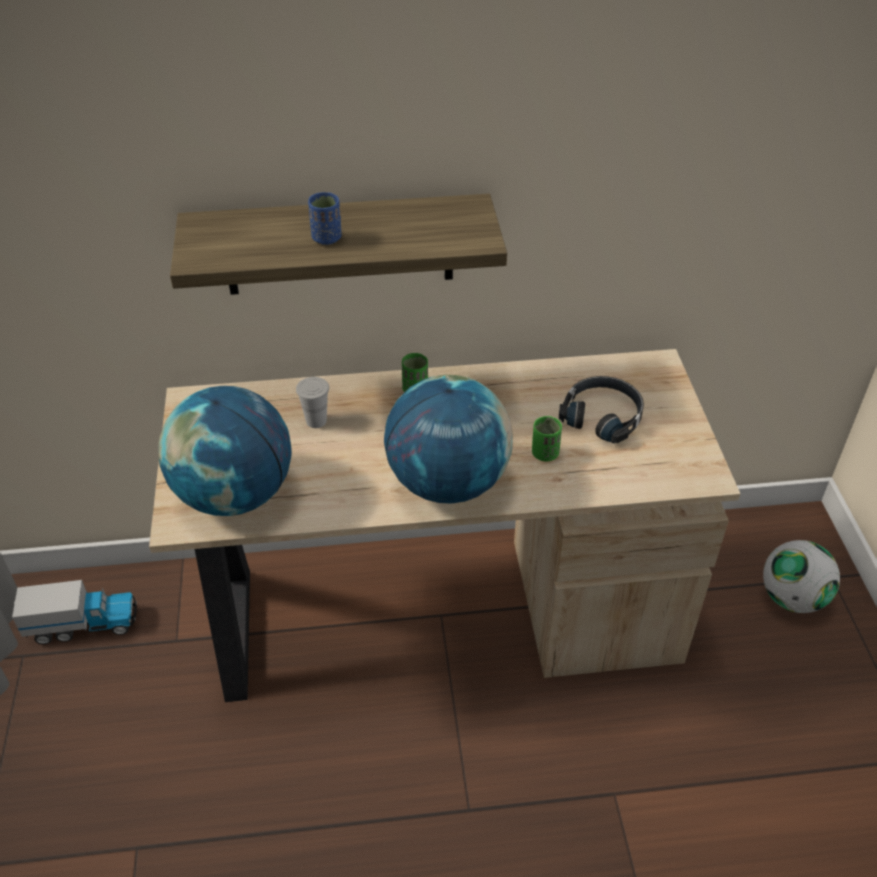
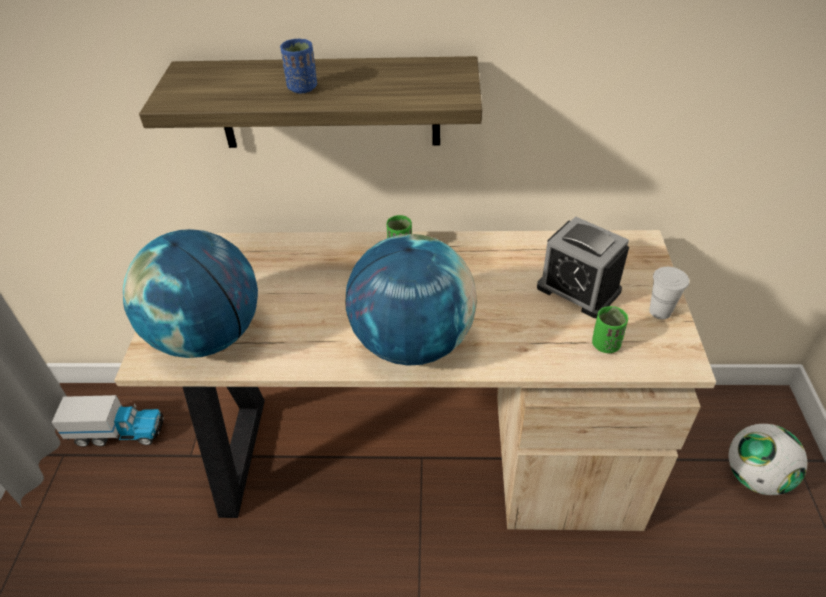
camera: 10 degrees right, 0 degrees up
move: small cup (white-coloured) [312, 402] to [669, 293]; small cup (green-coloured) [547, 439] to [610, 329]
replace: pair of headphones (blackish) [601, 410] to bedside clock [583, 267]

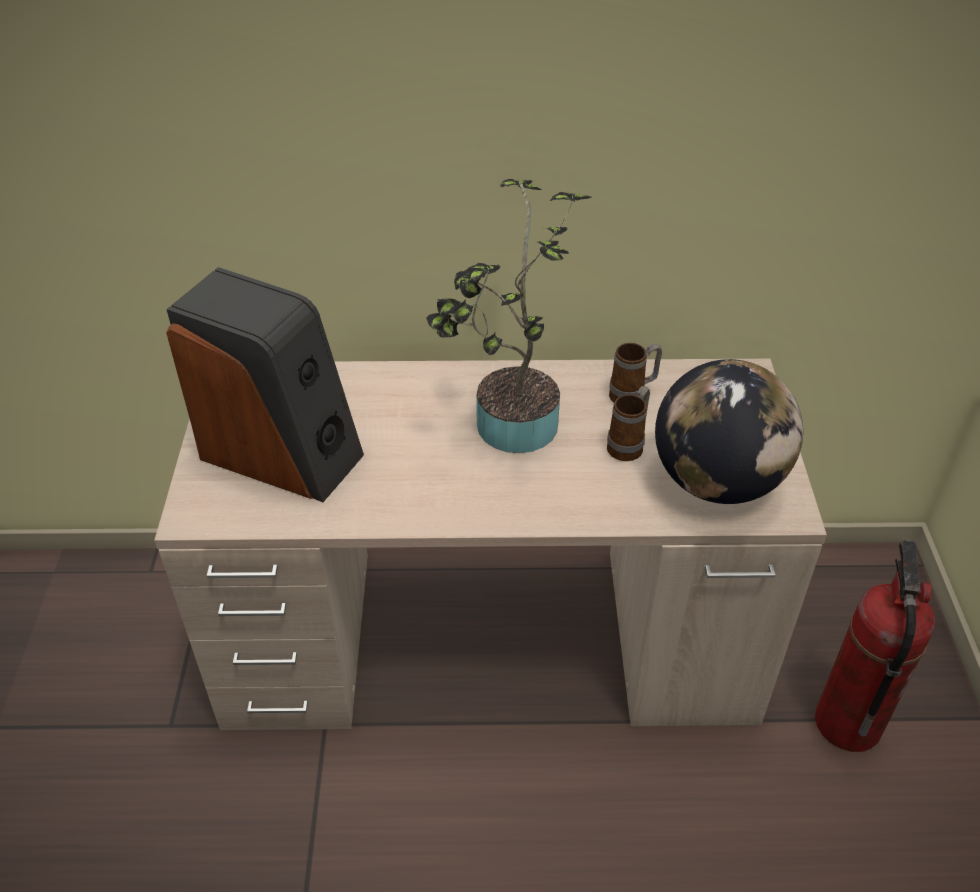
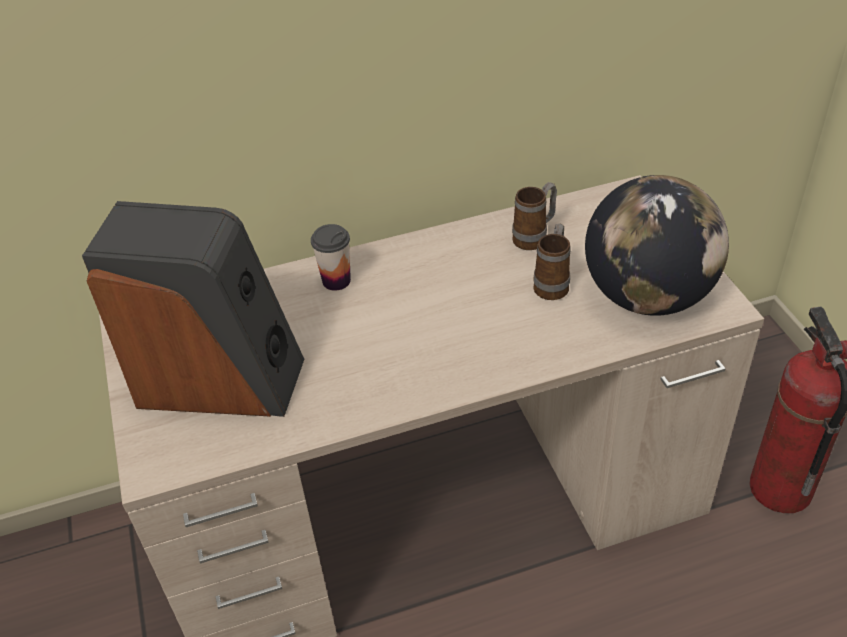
camera: 15 degrees left, 0 degrees up
delete: potted plant [509, 316]
insert: small cup [331, 257]

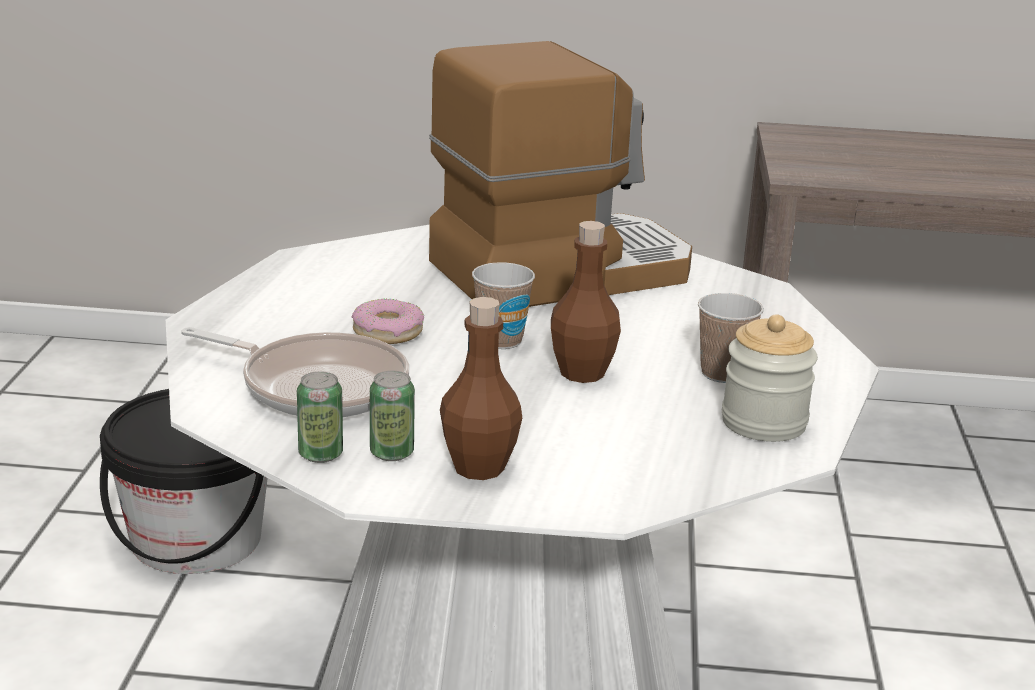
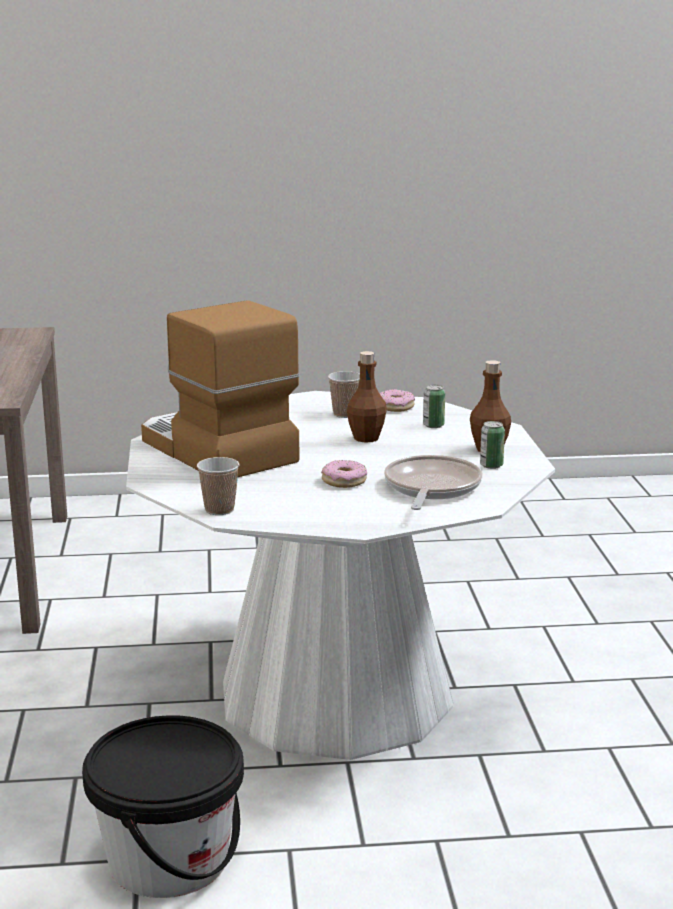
camera: 100 degrees left, 5 degrees down
move: can [320, 417] to [434, 406]; small cup [503, 305] to [218, 486]
replace: jar [770, 378] to ring doughnut [397, 400]

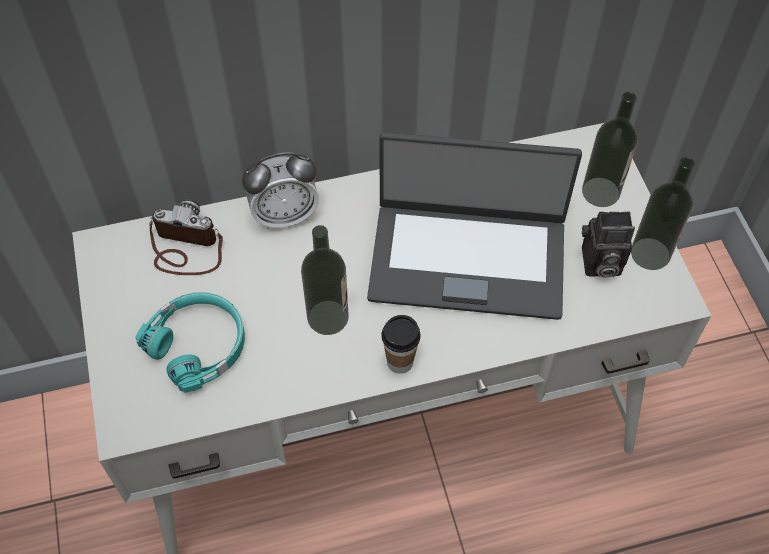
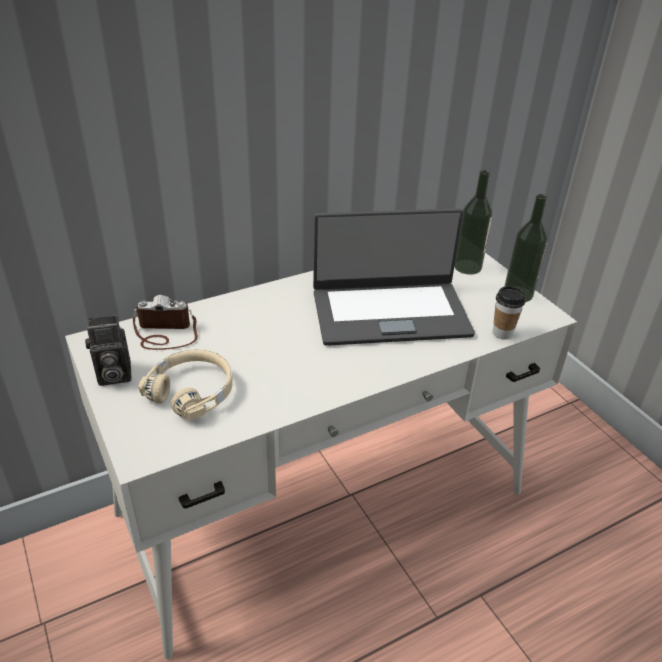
camera: 15 degrees left, 20 degrees down
delete: bedside clock [280, 191]; drink bottle [325, 280]
move: small cup [400, 344] to [509, 313]; still camera [608, 244] to [108, 350]
recolor: pair of headphones (turquoise) [190, 342] to pair of headphones (beige) [185, 384]

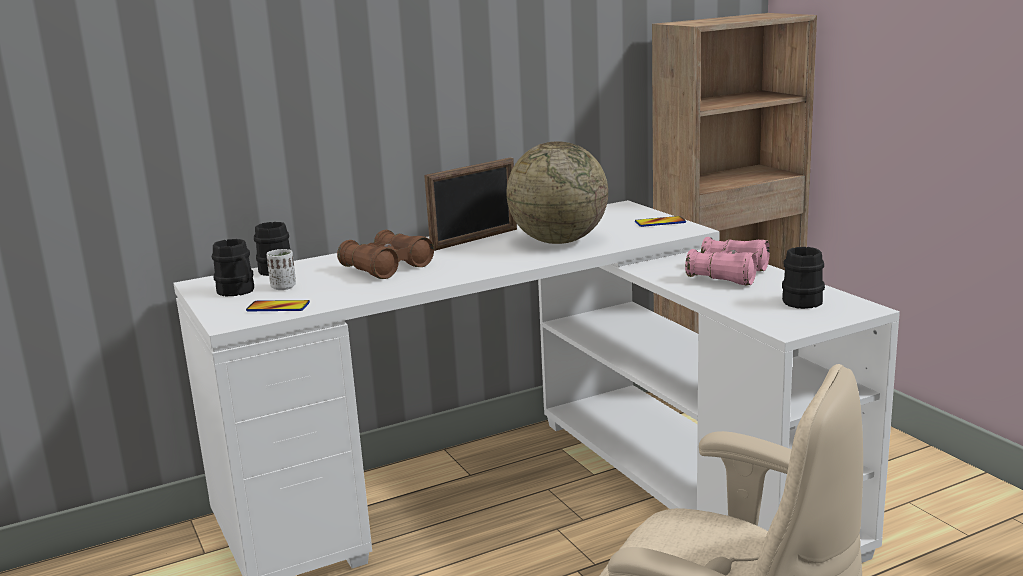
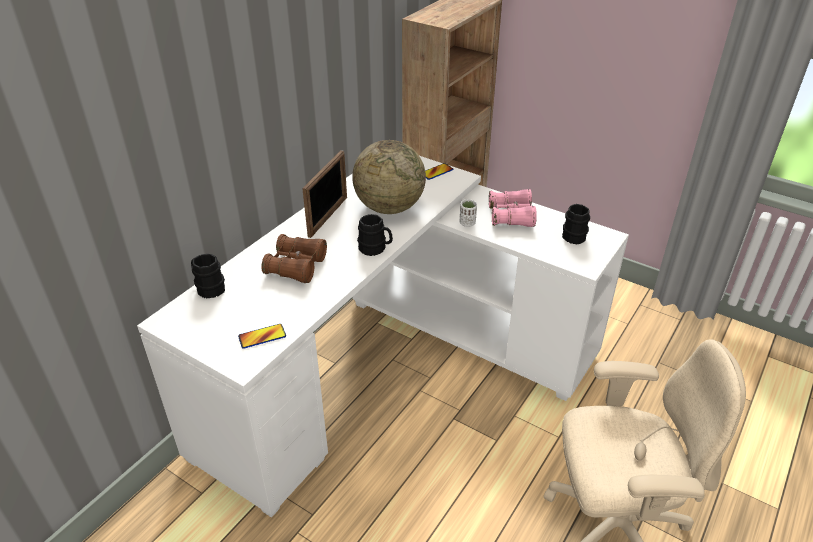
camera: 30 degrees left, 20 degrees up
move: coffee mug (blackish) [233, 267] to [375, 235]; small cup (white-coloured) [281, 269] to [468, 213]

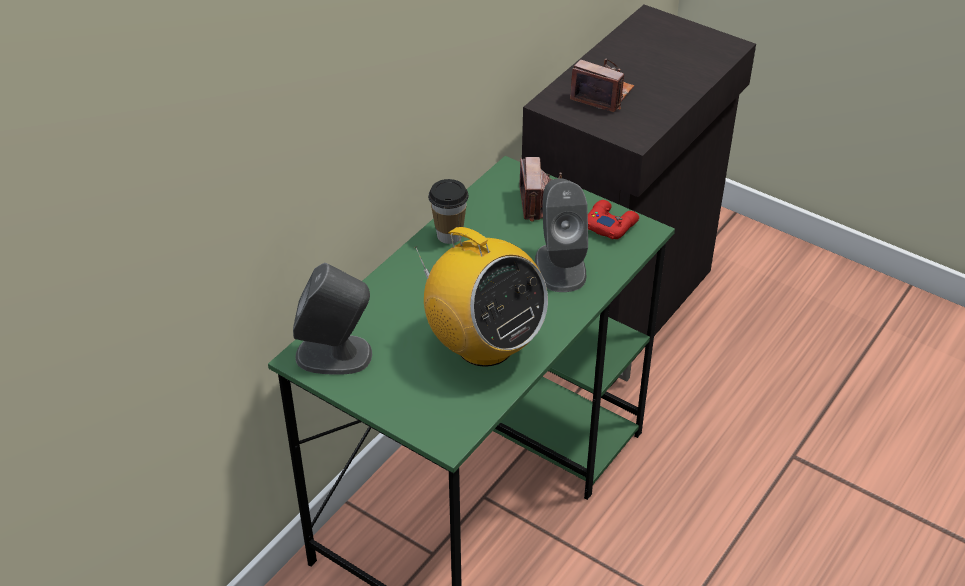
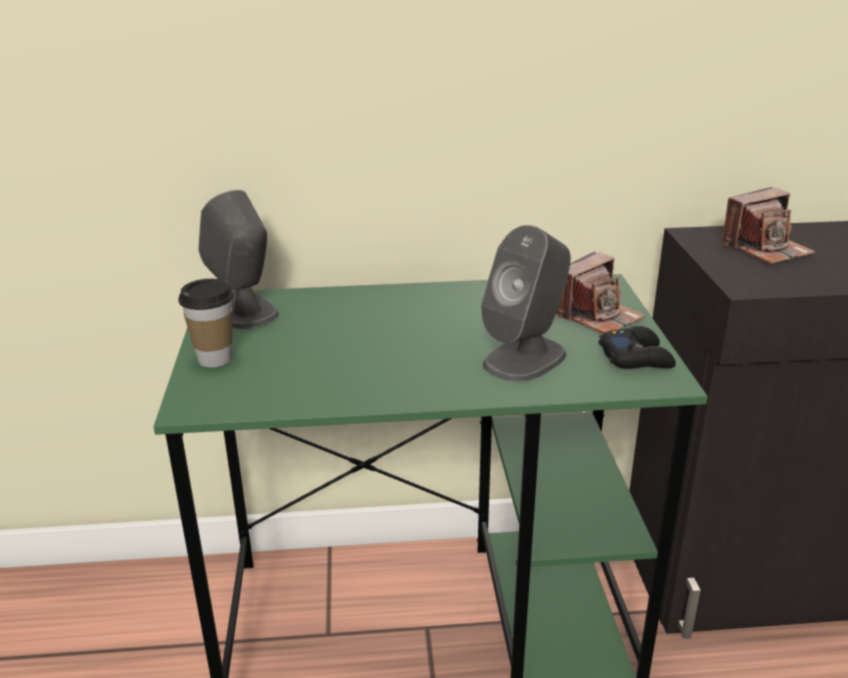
camera: 50 degrees right, 15 degrees down
delete: radio [481, 297]
move: small cup [448, 211] to [206, 323]
recolor: gamepad (reddish) [613, 219] to gamepad (blackish) [637, 347]
rotate: still camera [602, 85] = [768, 225] 75 degrees clockwise

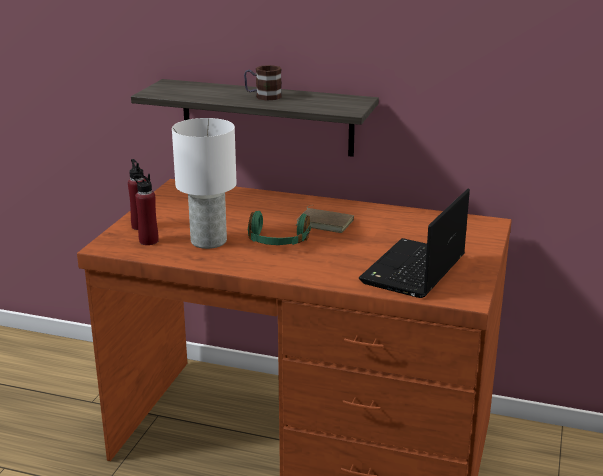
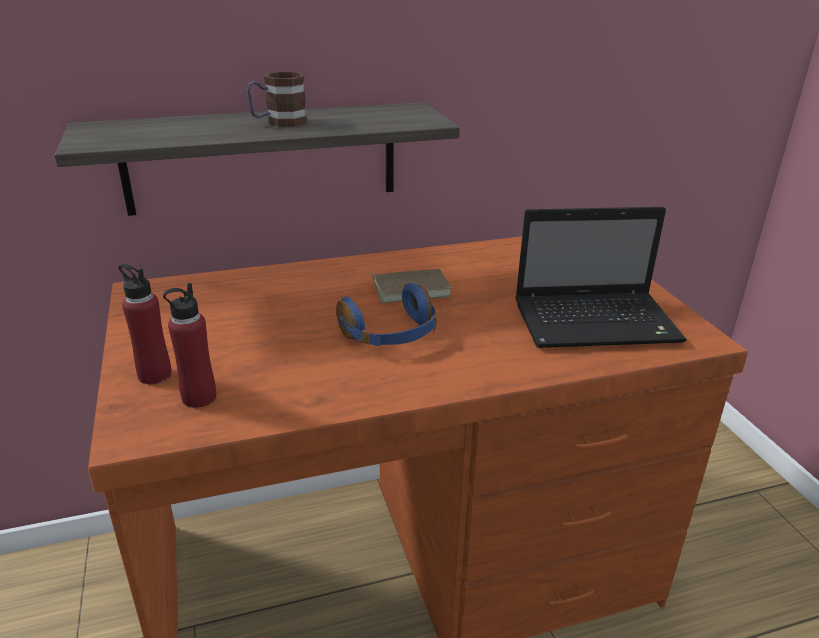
camera: 35 degrees left, 5 degrees up
delete: lamp for a table (white-coloured) [204, 183]
recolor: pair of headphones (green-coloured) [279, 228] to pair of headphones (blue) [386, 314]
rotate: notebook computer [414, 243] = [600, 277] 90 degrees counterclockwise

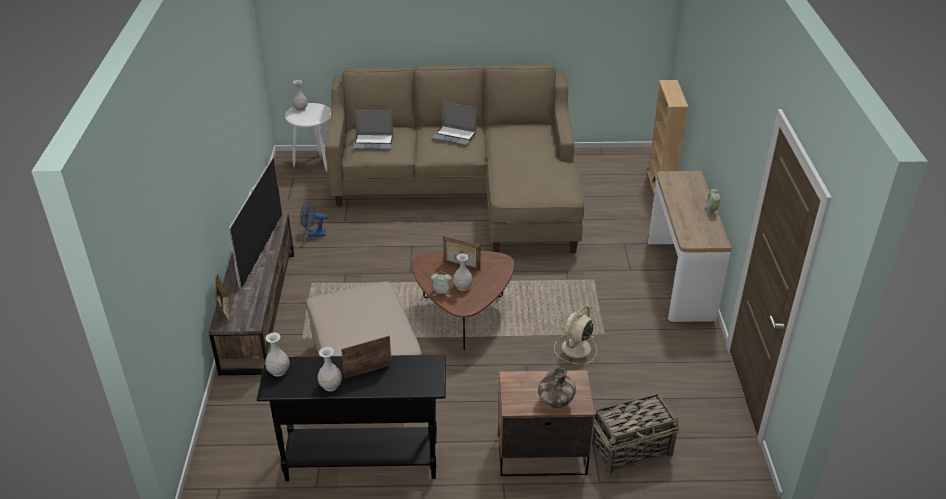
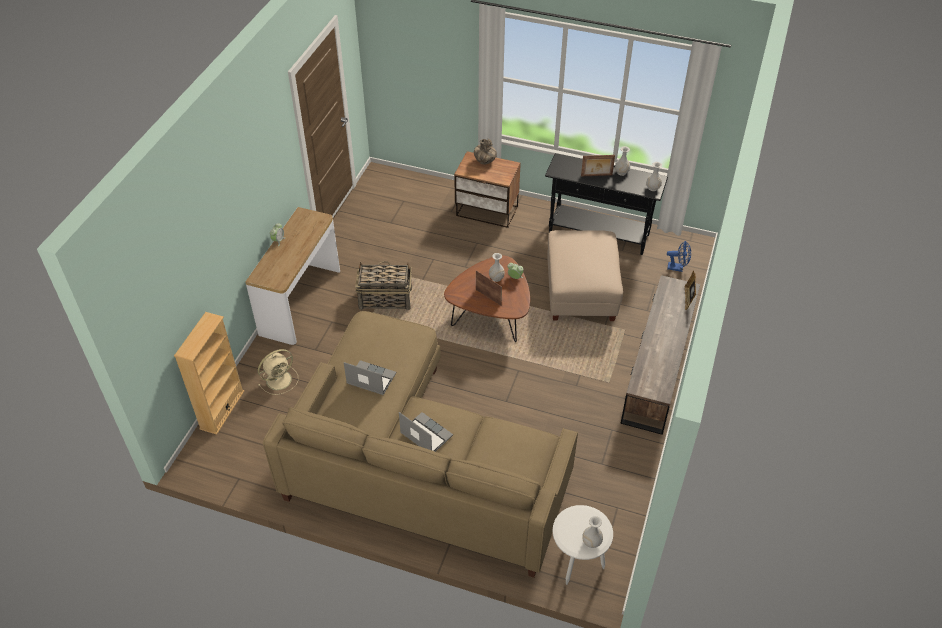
camera: 160 degrees left, 10 degrees up
delete: TV [255, 223]
move: fan (blue) [314, 218] to [679, 256]; notebook computer [373, 130] to [370, 377]; fan (beige) [575, 334] to [278, 372]; storage basket [636, 433] to [383, 285]

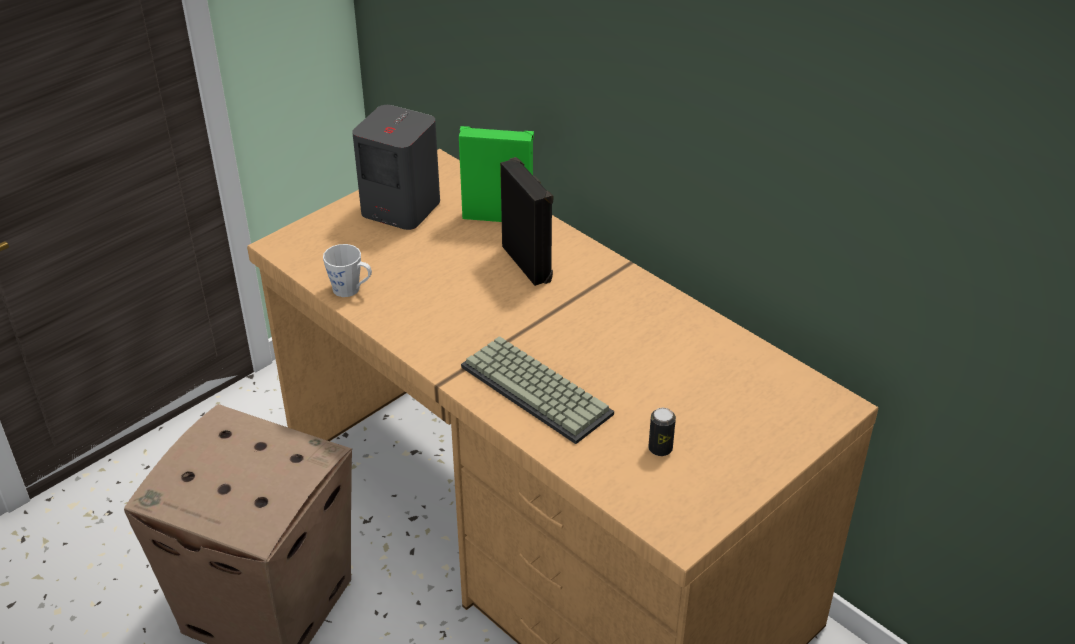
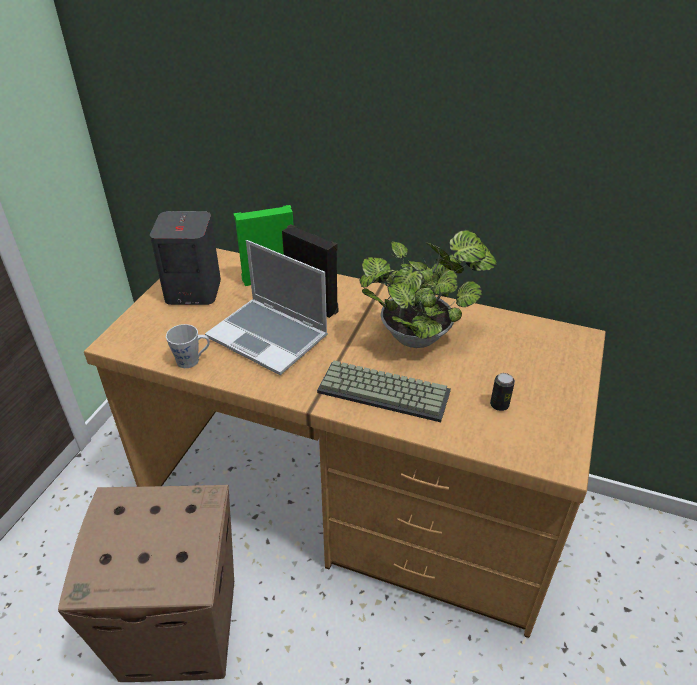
camera: 25 degrees left, 0 degrees up
insert: notebook computer [266, 307]; potted plant [428, 289]

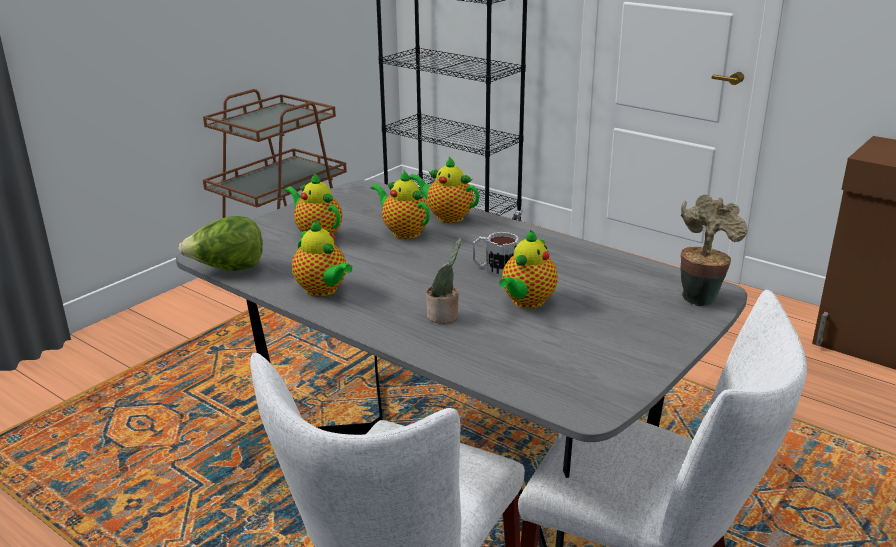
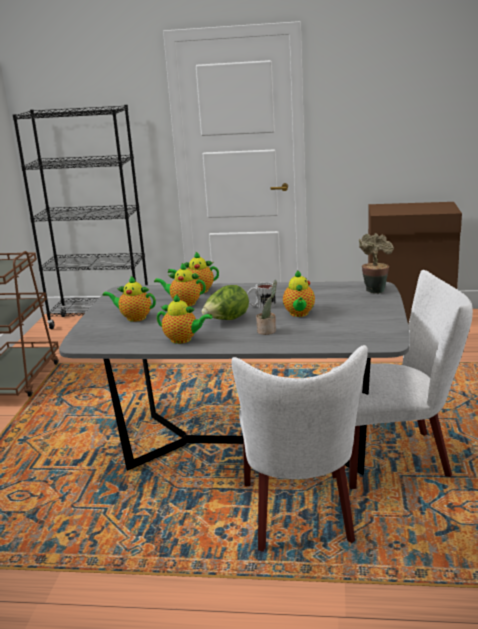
camera: 30 degrees left, 5 degrees down
move: lettuce head [220, 243] to [225, 302]

